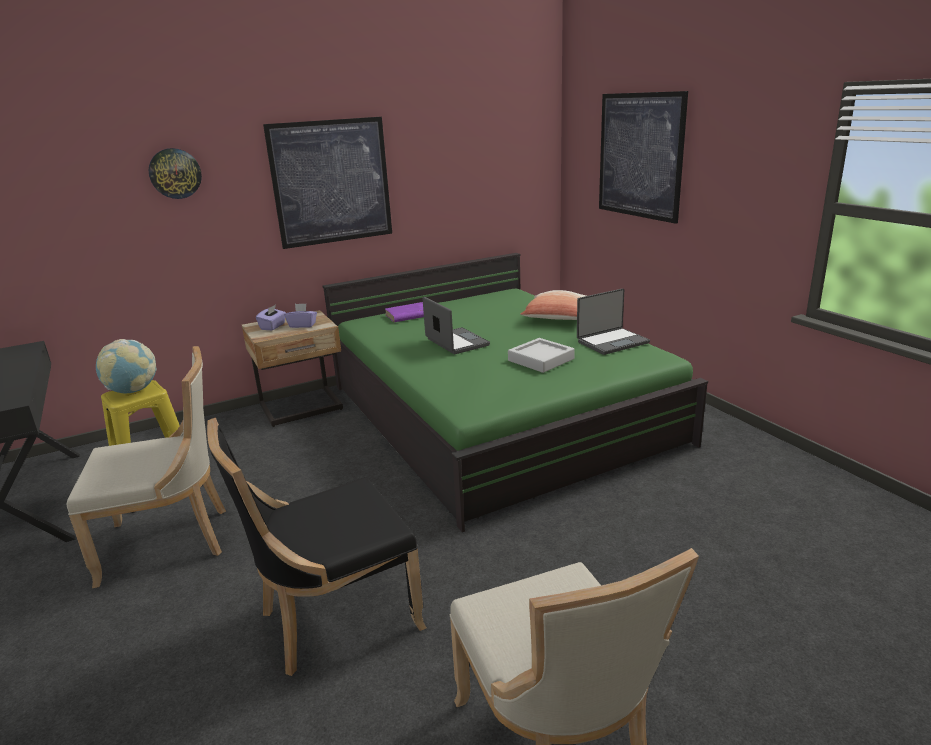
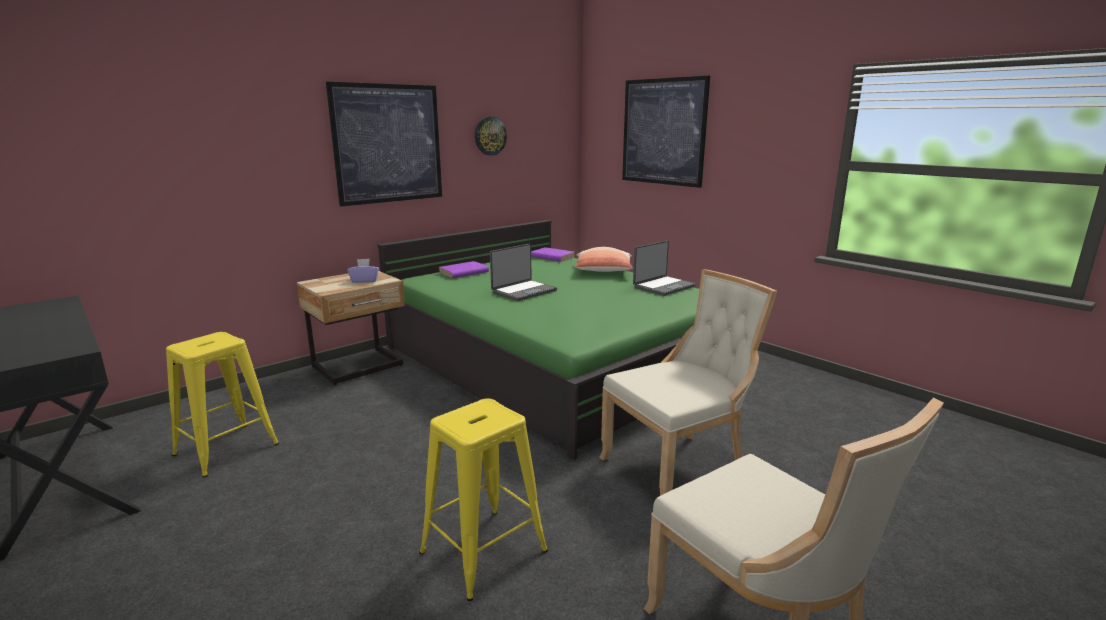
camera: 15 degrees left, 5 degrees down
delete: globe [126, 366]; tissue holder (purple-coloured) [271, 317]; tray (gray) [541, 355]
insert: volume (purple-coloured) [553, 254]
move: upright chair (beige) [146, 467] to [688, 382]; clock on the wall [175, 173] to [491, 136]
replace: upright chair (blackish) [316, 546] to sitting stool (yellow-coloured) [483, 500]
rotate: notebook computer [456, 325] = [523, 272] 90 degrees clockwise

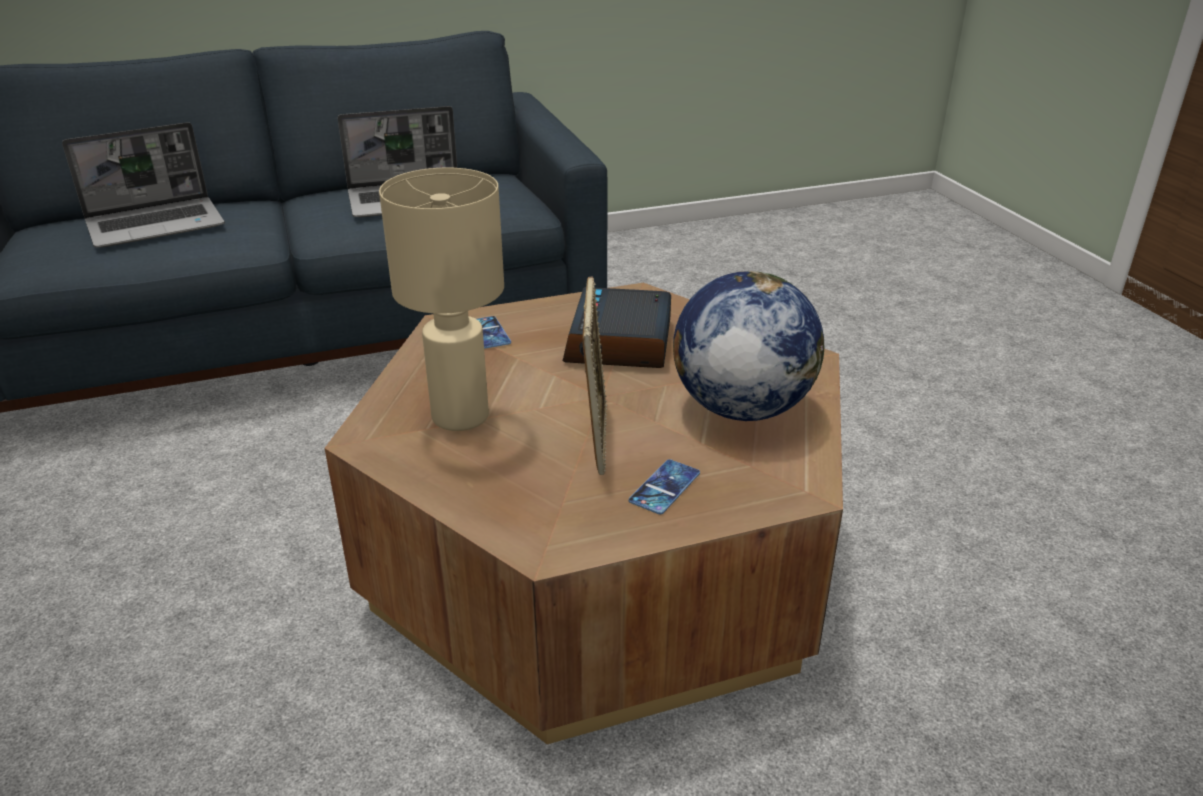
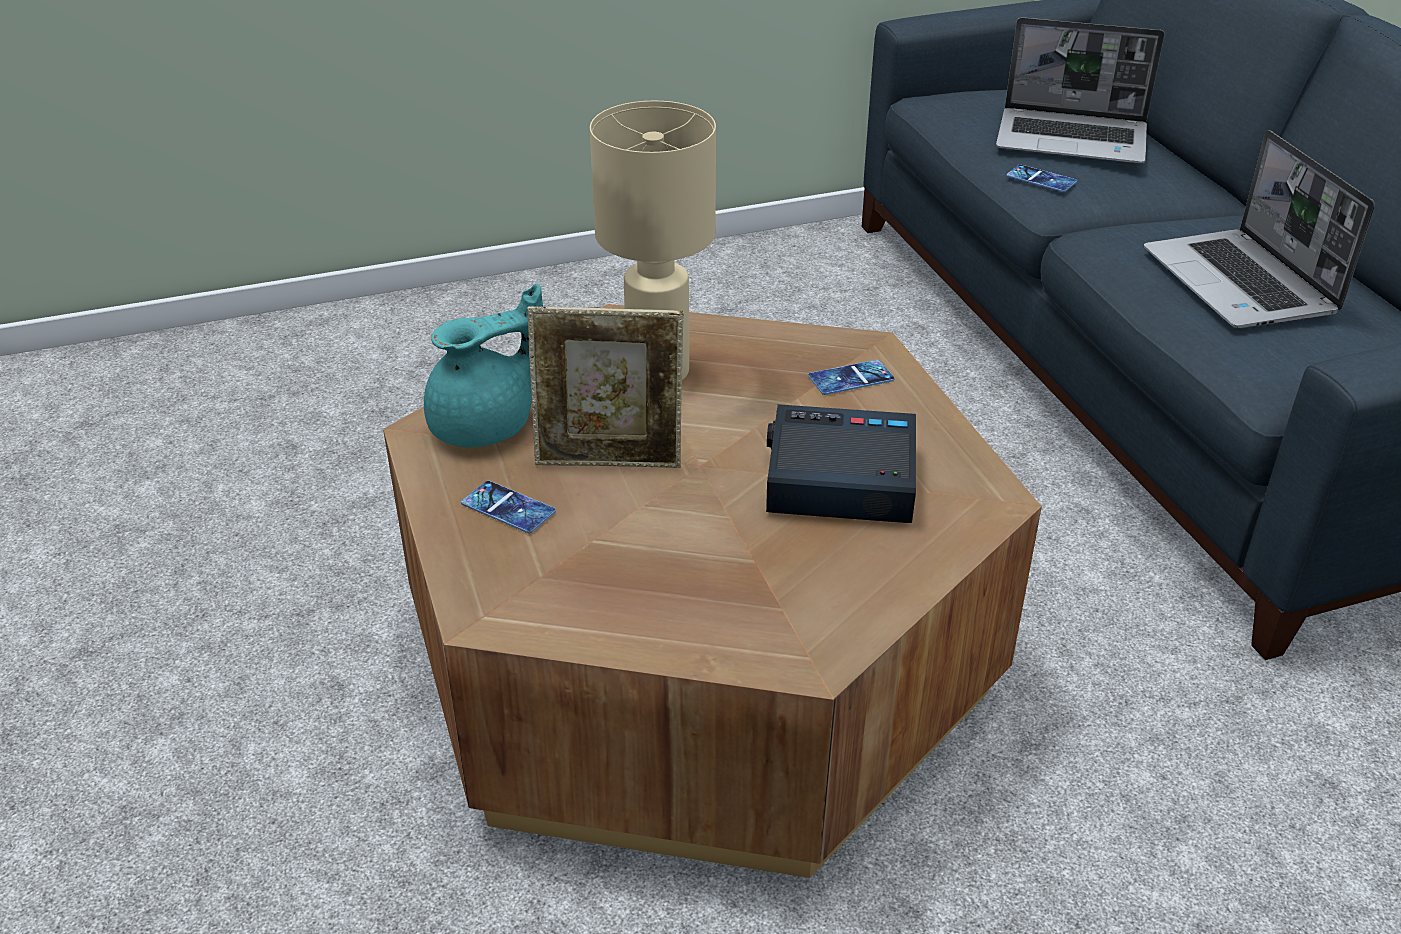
camera: 90 degrees right, 5 degrees up
delete: globe [748, 346]
insert: tea pot (turquoise) [483, 365]; phone [1041, 178]
rotate: notebook computer [143, 185] = [1080, 90] 45 degrees counterclockwise

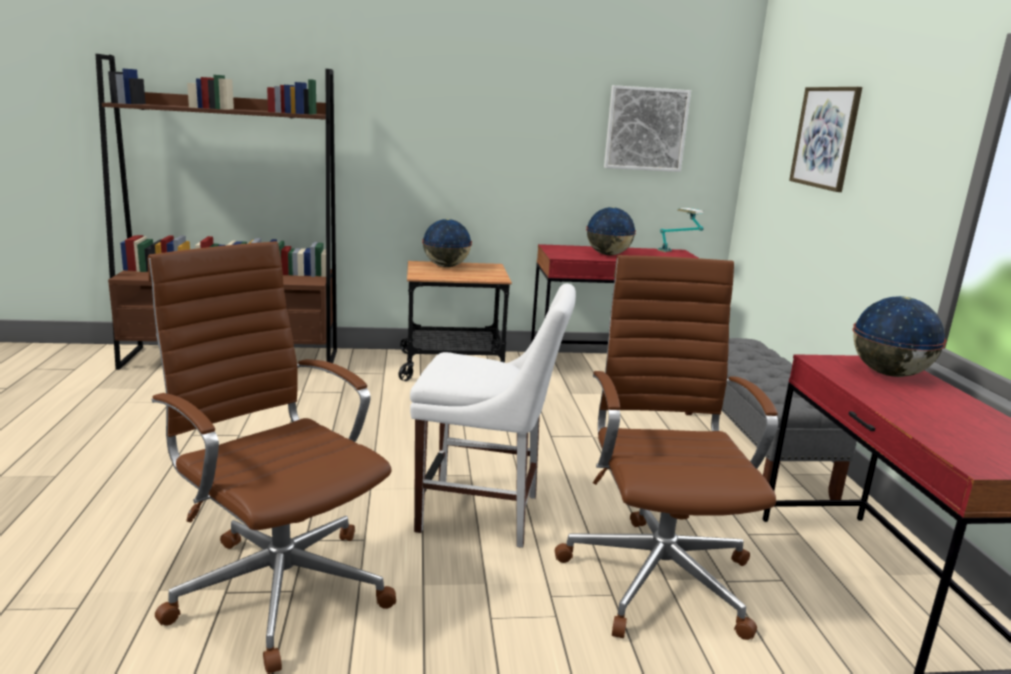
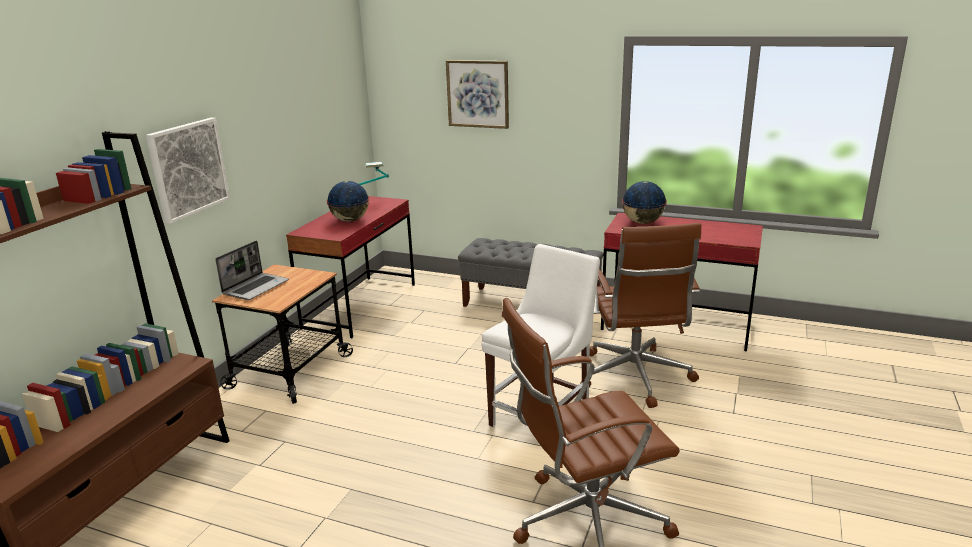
camera: 60 degrees left, 5 degrees up
move: wall art [647, 128] to [188, 171]
replace: globe [447, 243] to notebook computer [252, 270]
rotate: computer chair (brown-coloured) [666, 447] = [640, 315] 120 degrees counterclockwise

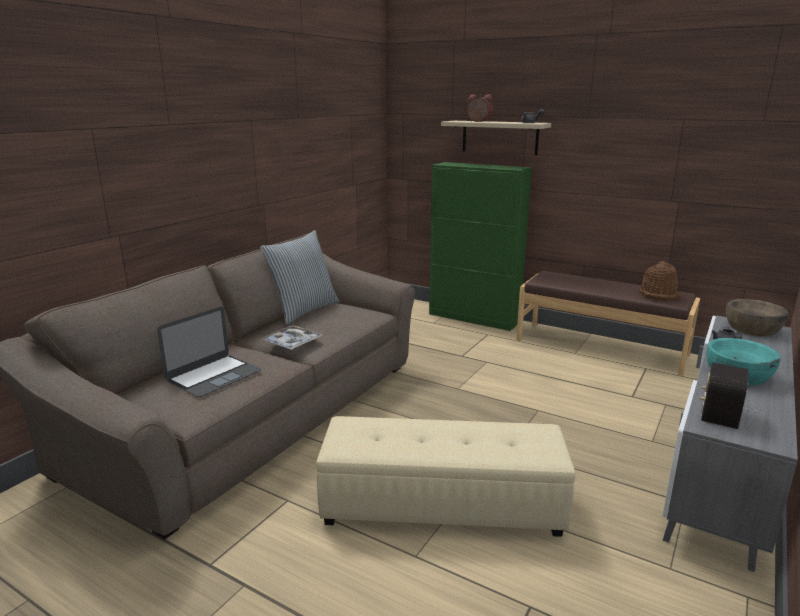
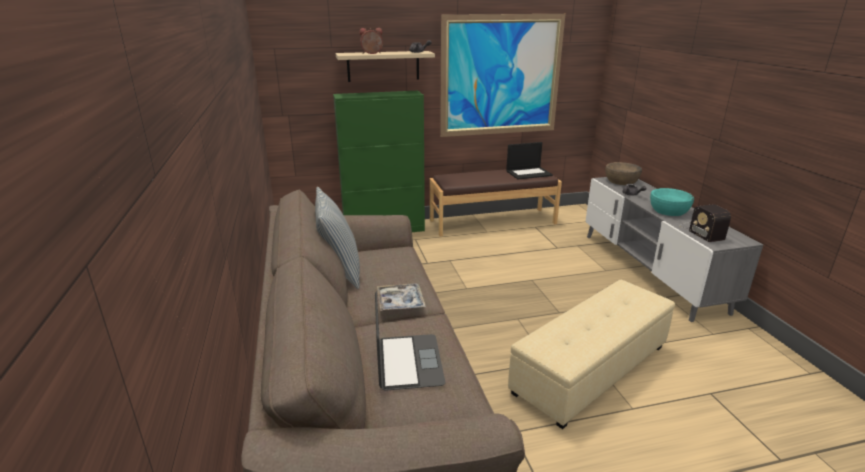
camera: 45 degrees left, 5 degrees up
insert: wall art [502, 75]
replace: hat (brown-coloured) [659, 281] to notebook computer [529, 161]

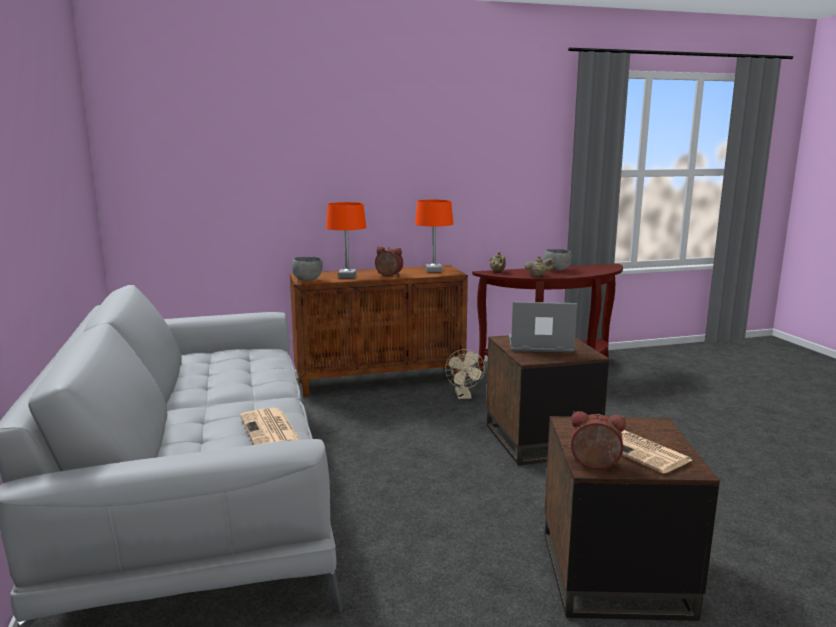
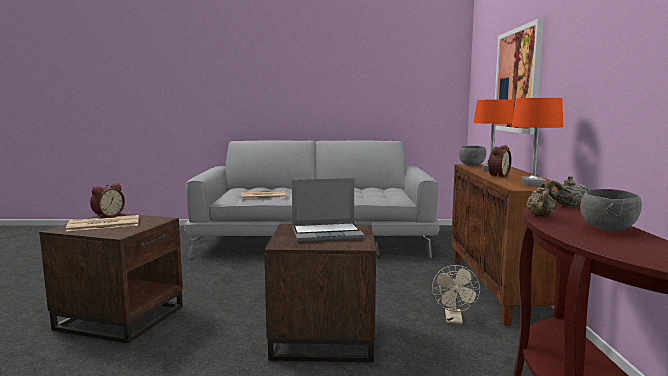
camera: 105 degrees right, 5 degrees down
insert: wall art [519, 77]
rotate: fan (beige) [465, 374] = [456, 294] 90 degrees counterclockwise; notebook computer [543, 327] = [328, 210] 60 degrees clockwise

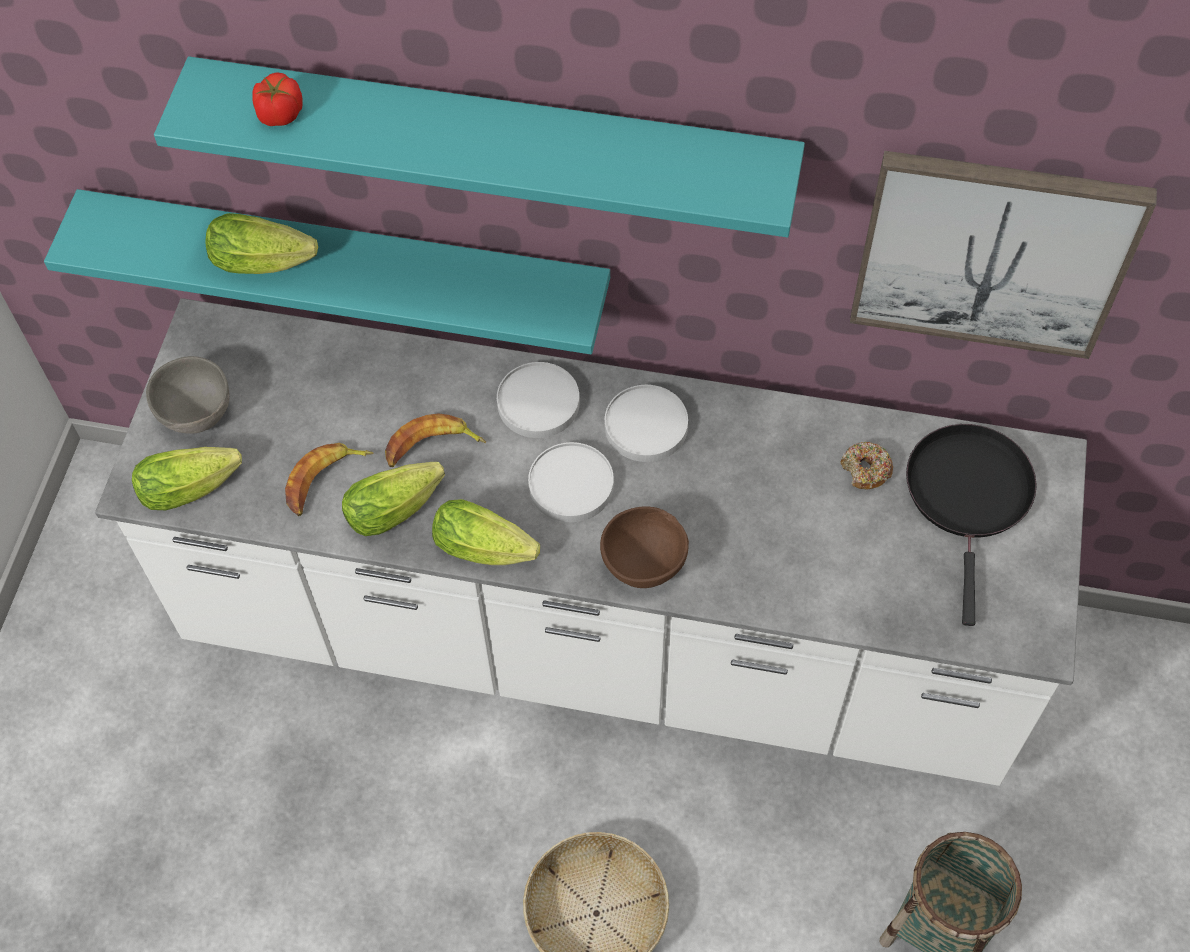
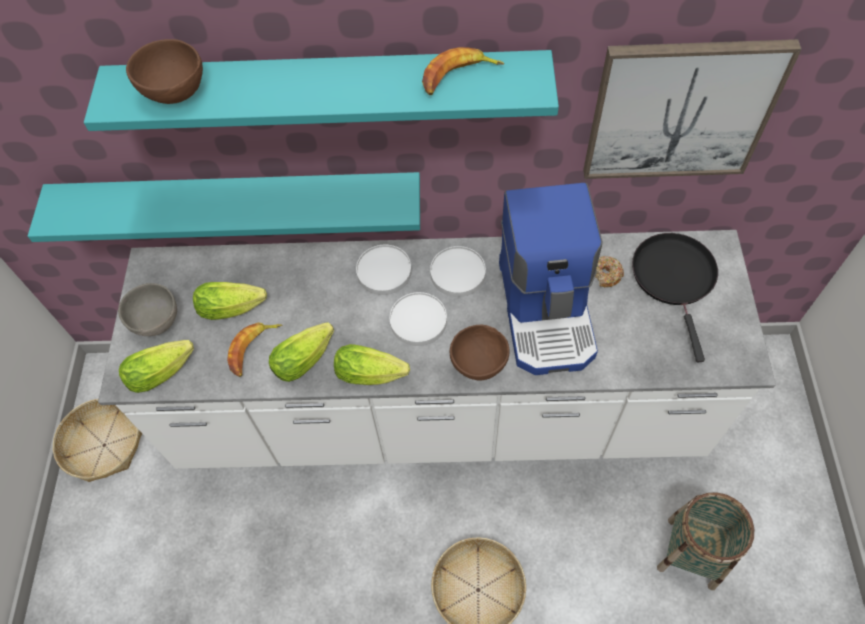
camera: 10 degrees left, 0 degrees up
insert: storage basket [97, 440]; coffee brewer [550, 279]
move: lettuce head [262, 243] to [230, 301]; banana fruit [435, 440] to [463, 71]
replace: fresh tomato [277, 99] to deep dish (brown-coloured) [164, 71]

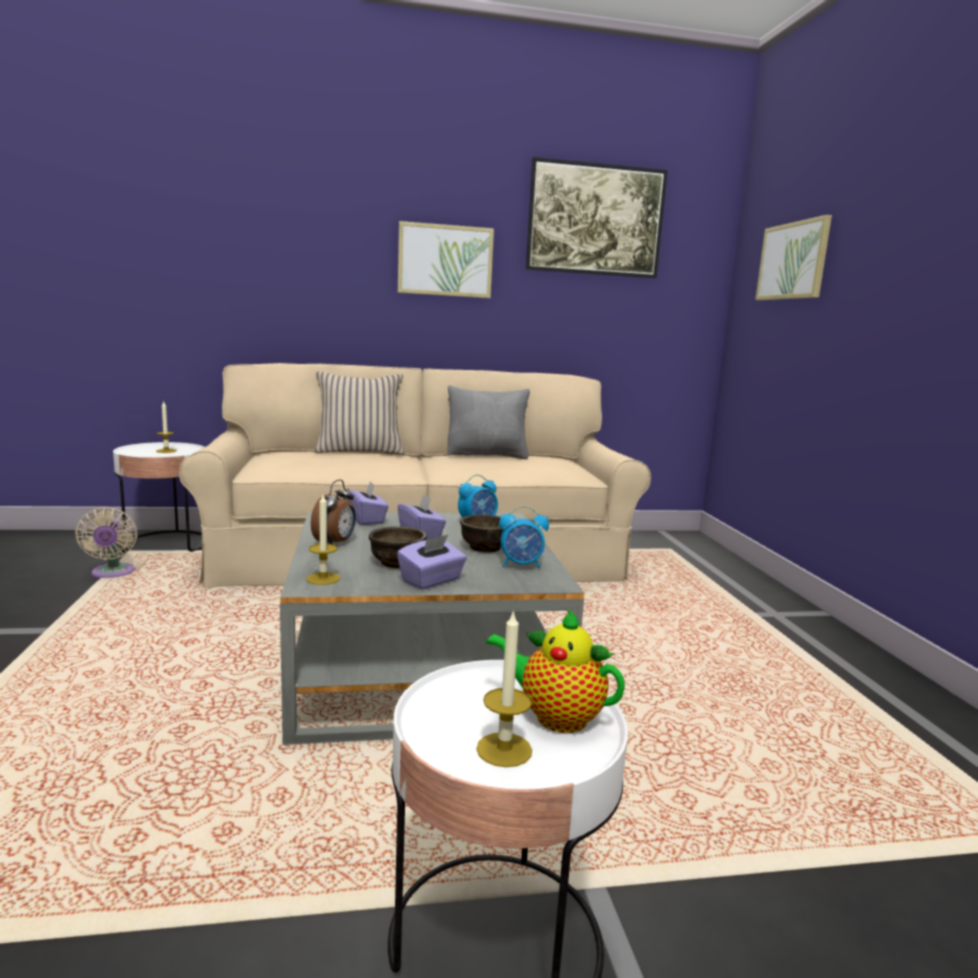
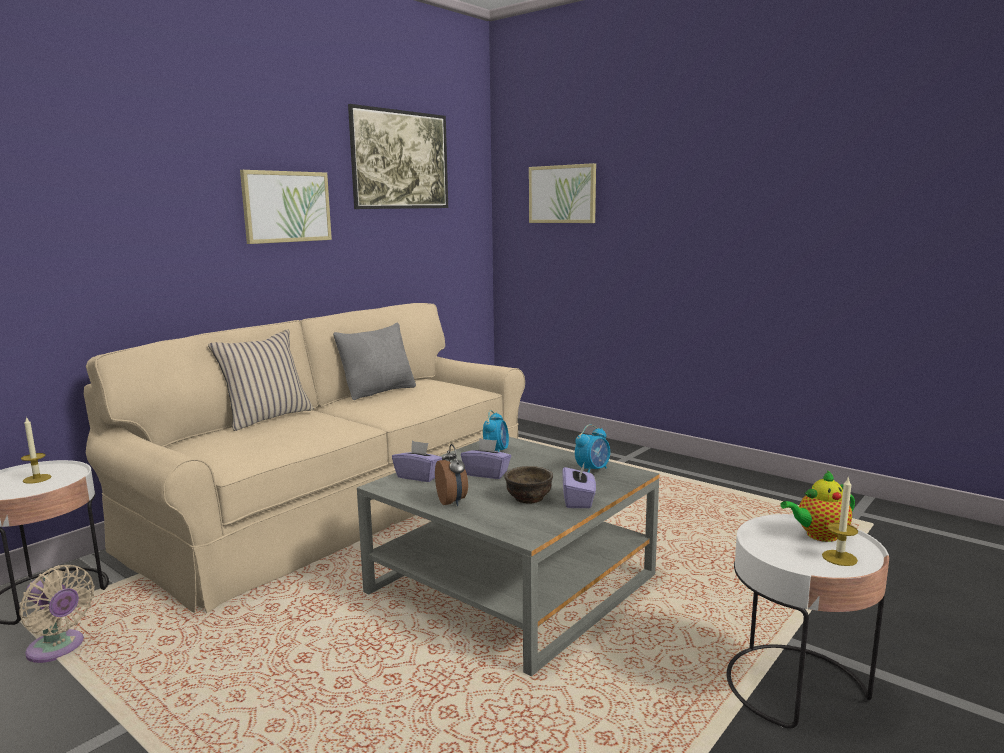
camera: 40 degrees left, 0 degrees up
delete: candle [323, 540]; deep dish (brown-coloured) [482, 534]

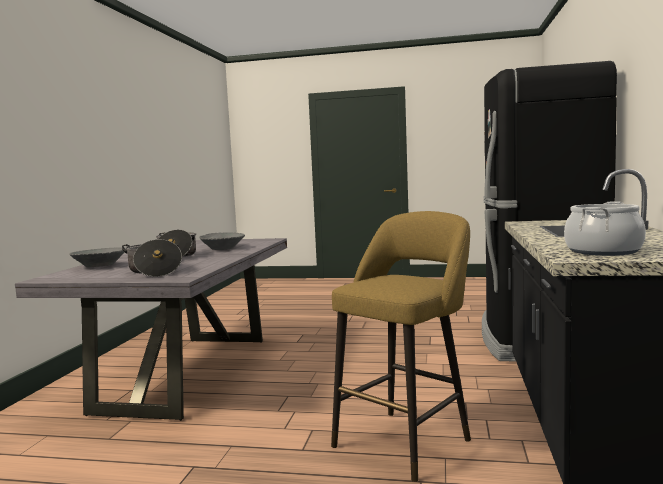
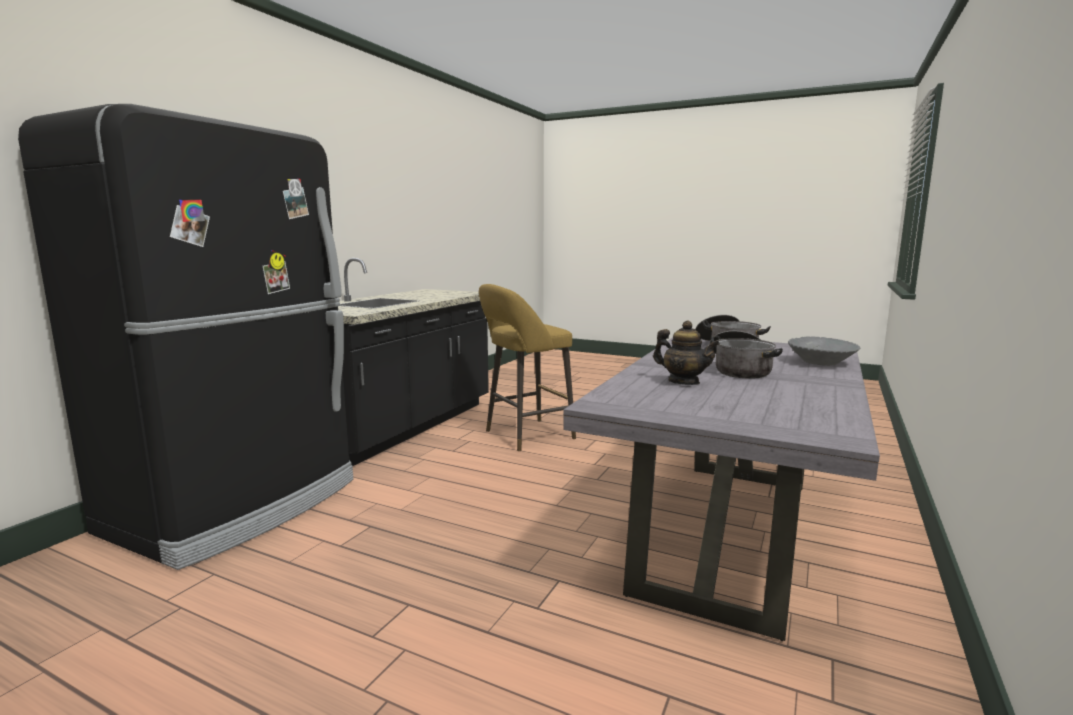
camera: 165 degrees left, 5 degrees up
delete: saucepot [605, 228]
replace: deep dish (gray) [222, 241] to tea pot [686, 353]

